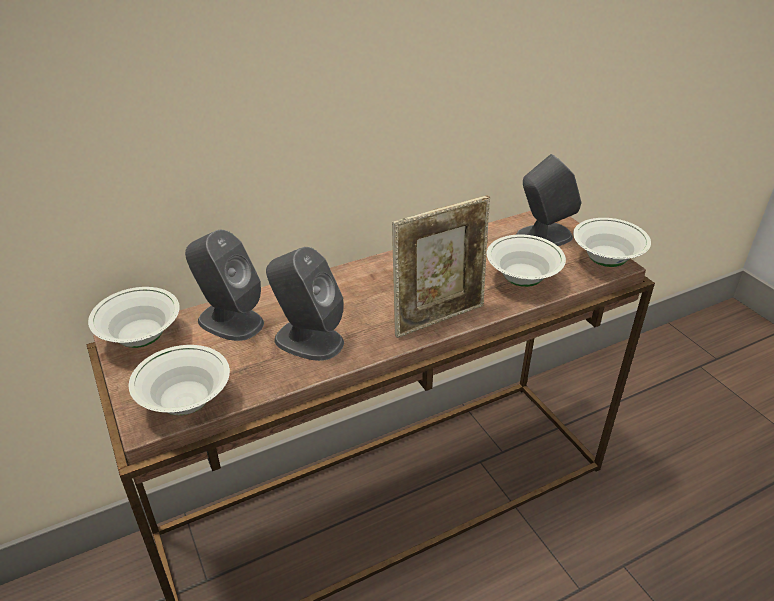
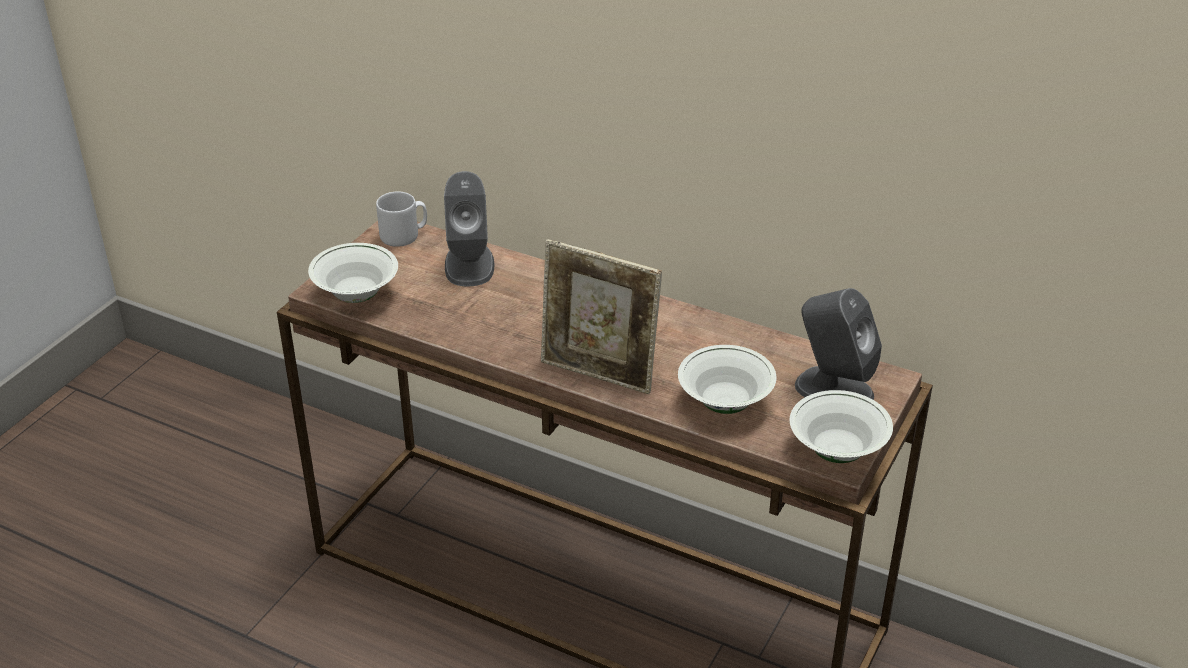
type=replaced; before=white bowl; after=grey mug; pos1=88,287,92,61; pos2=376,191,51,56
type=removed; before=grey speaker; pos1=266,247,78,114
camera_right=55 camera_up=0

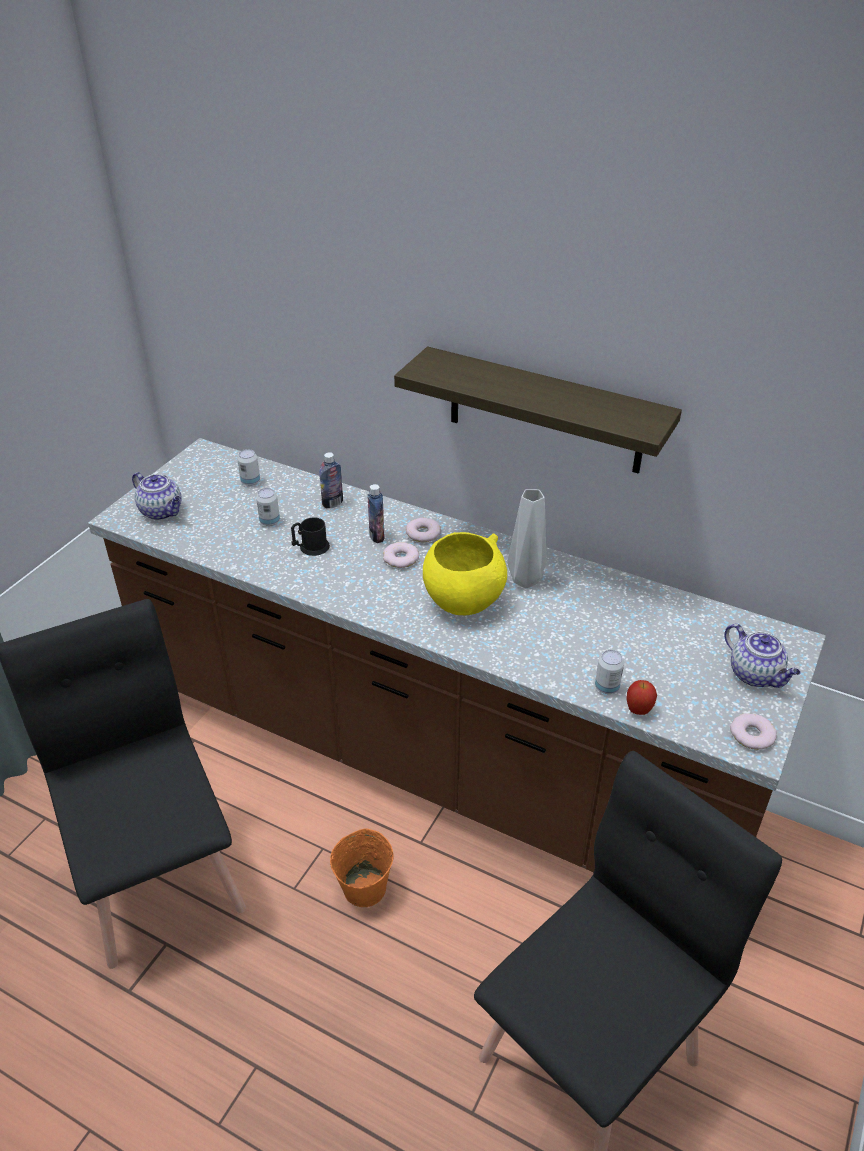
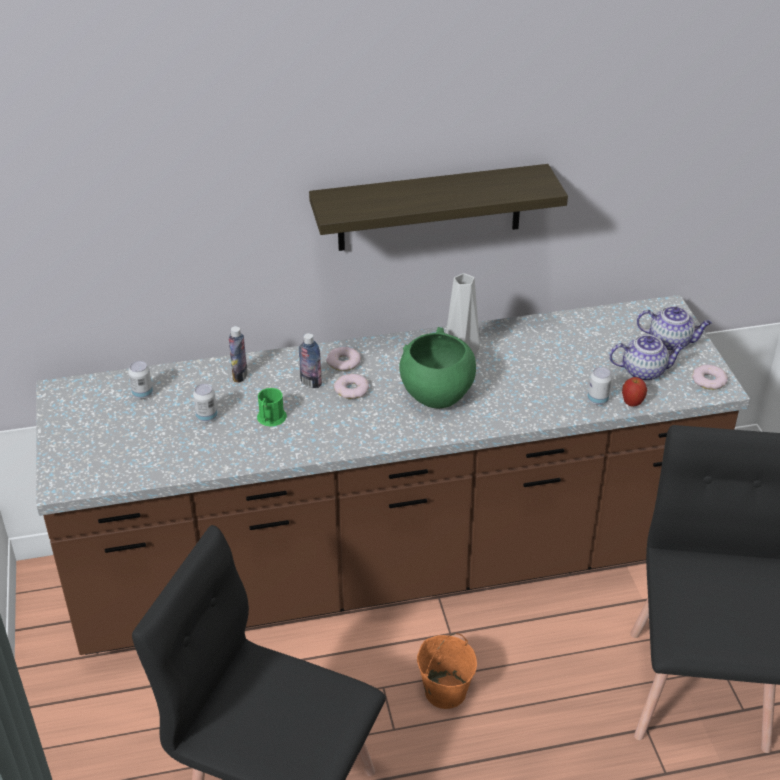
type=recoloured; before=black mug; after=green mug; pos1=291,517,39,39; pos2=257,388,30,39
type=recoloured; before=yellow bowl; after=green bowl; pos1=423,532,84,83; pos2=399,327,77,82
type=moved; before=teapot; pos1=132,472,49,48; pos2=609,335,76,46
camera_right=-40 camera_up=0

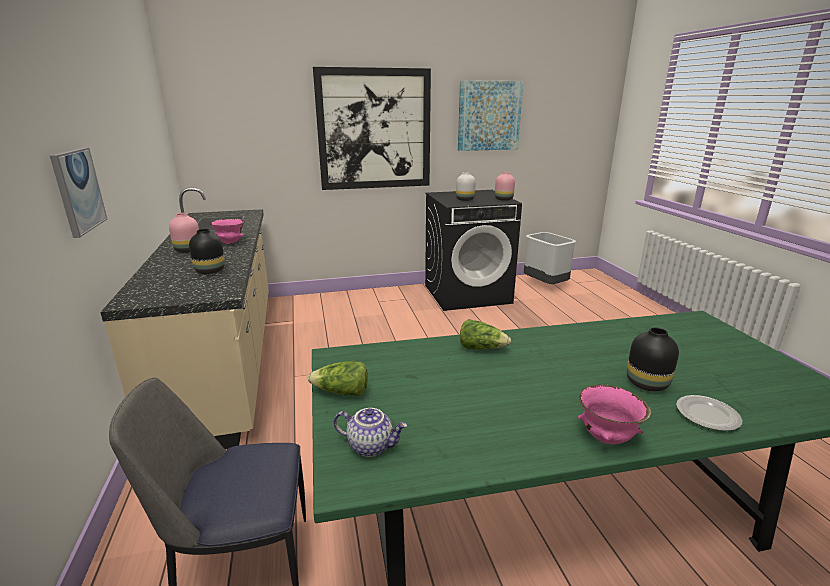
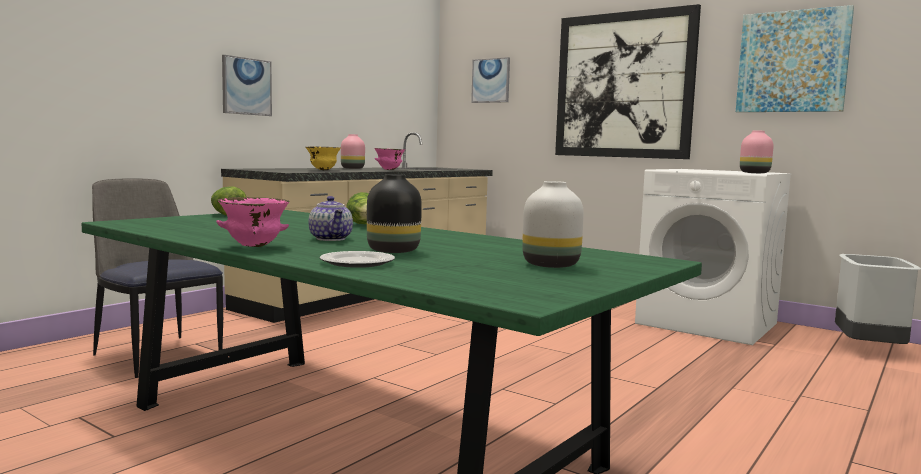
type=replaced; before=black vase; after=yellow bowl; pos1=189,229,36,45; pos2=305,146,36,24
type=moved; before=teapot; pos1=334,408,73,49; pos2=309,196,44,45
type=added; after=picture; pos2=471,57,39,46
type=moved; before=white vase; pos1=456,172,20,29; pos2=522,181,62,87
type=recoloured; before=black washing machine; after=white washing machine; pos1=425,190,97,121; pos2=635,169,157,176
camera_right=50 camera_up=-15

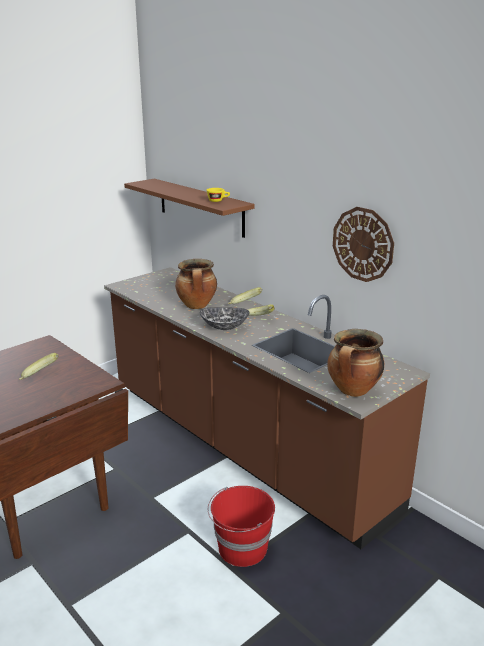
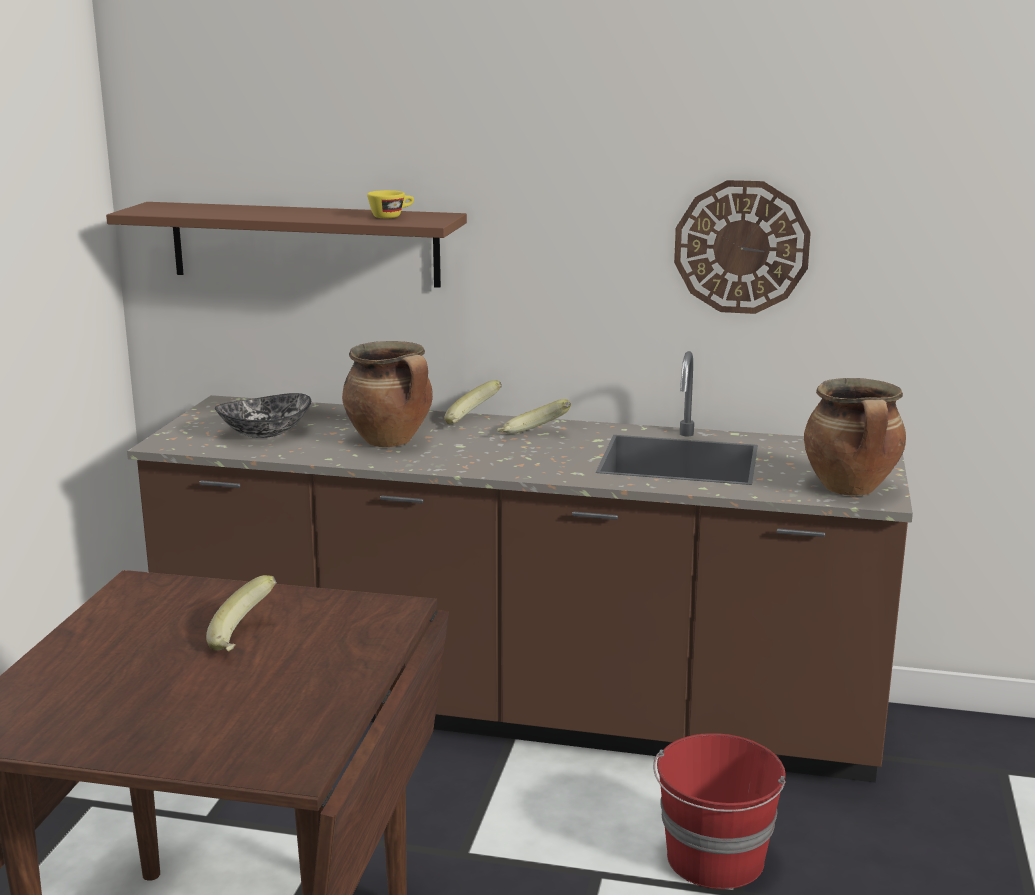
type=moved; before=bowl; pos1=200,307,49,23; pos2=215,393,96,45
camera_right=-35 camera_up=-5

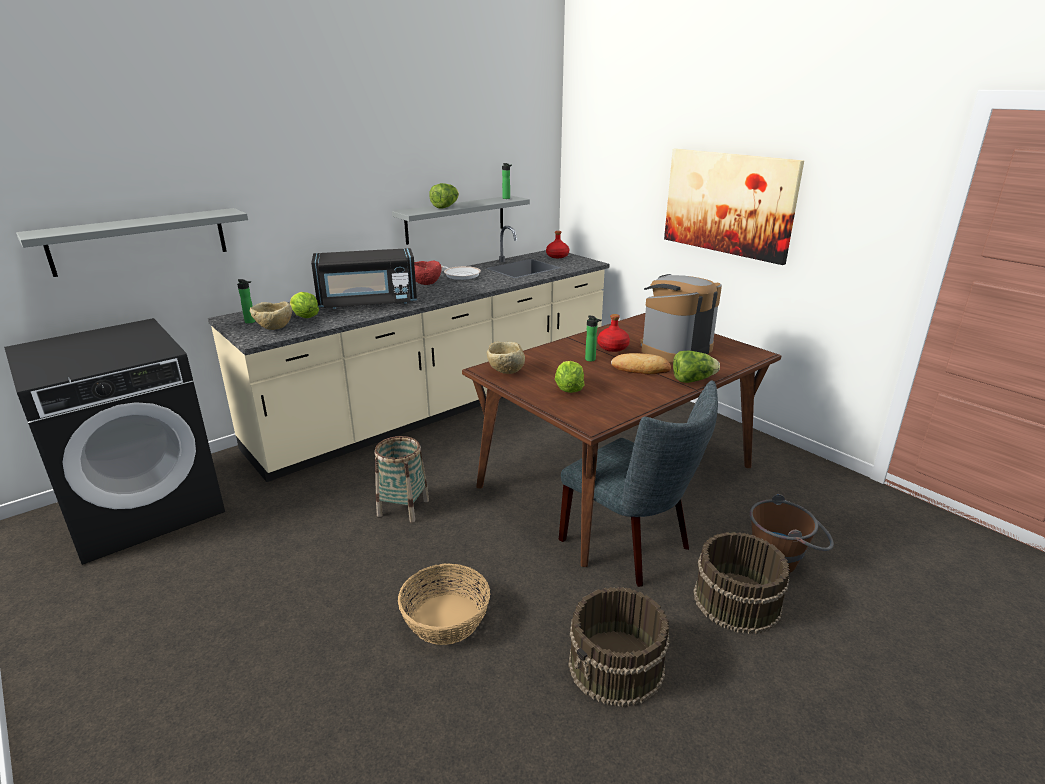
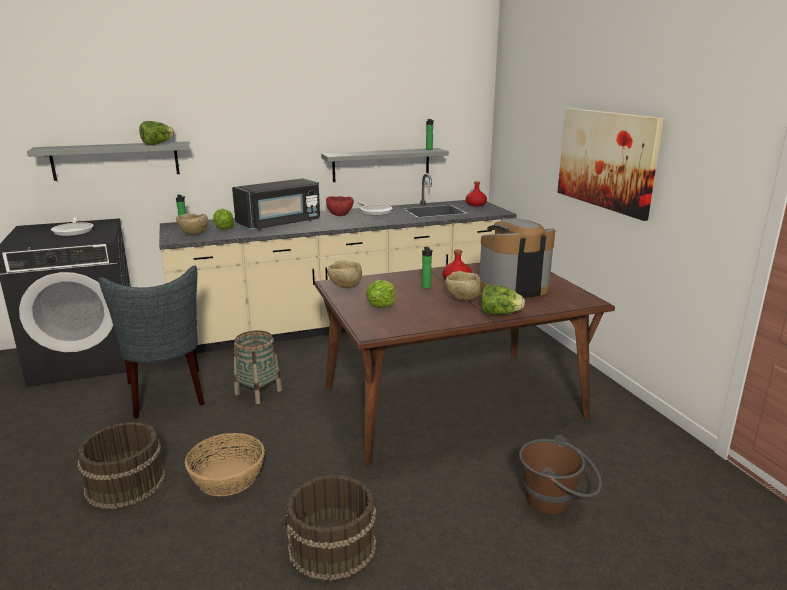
type=added; after=frying pan; pos2=51,217,42,19
type=moved; before=brown bucket; pos1=693,532,97,102; pos2=77,422,88,87
type=moved; before=grey chair; pos1=559,380,159,207; pos2=99,265,106,154
type=moved; before=lettuce; pos1=429,183,30,26; pos2=139,121,35,24
type=turned; before=black microwave; pos1=311,248,106,61; pos2=232,178,88,52; turn=-45
type=replaced; before=bread; after=beige bowl; pos1=611,353,60,21; pos2=445,271,36,30
camera_right=20 camera_up=-5

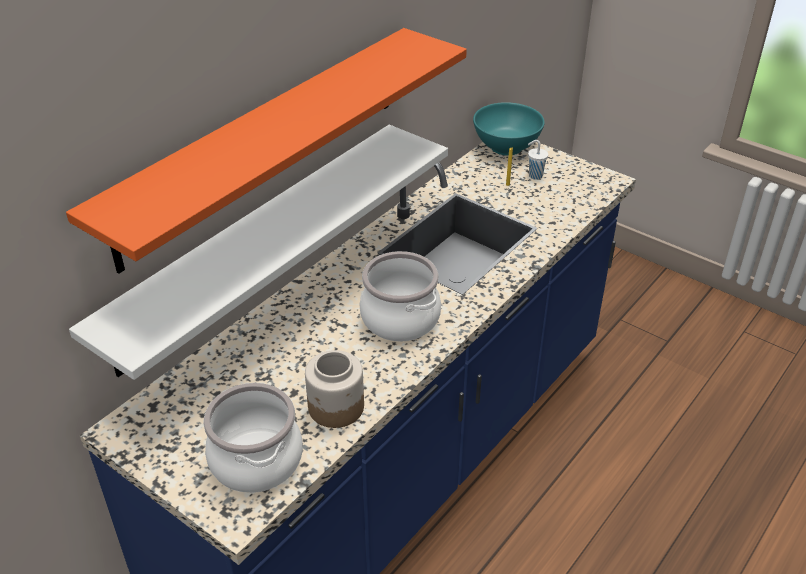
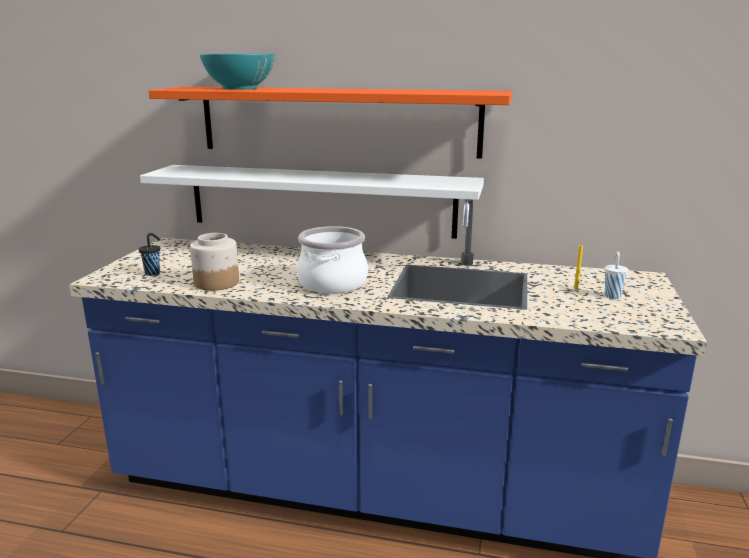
type=replaced; before=cooking pot; after=black cup; pos1=203,383,100,110; pos2=139,233,21,43
type=moved; before=turquoise bowl; pos1=473,102,72,54; pos2=200,54,75,36
camera_right=65 camera_up=-20

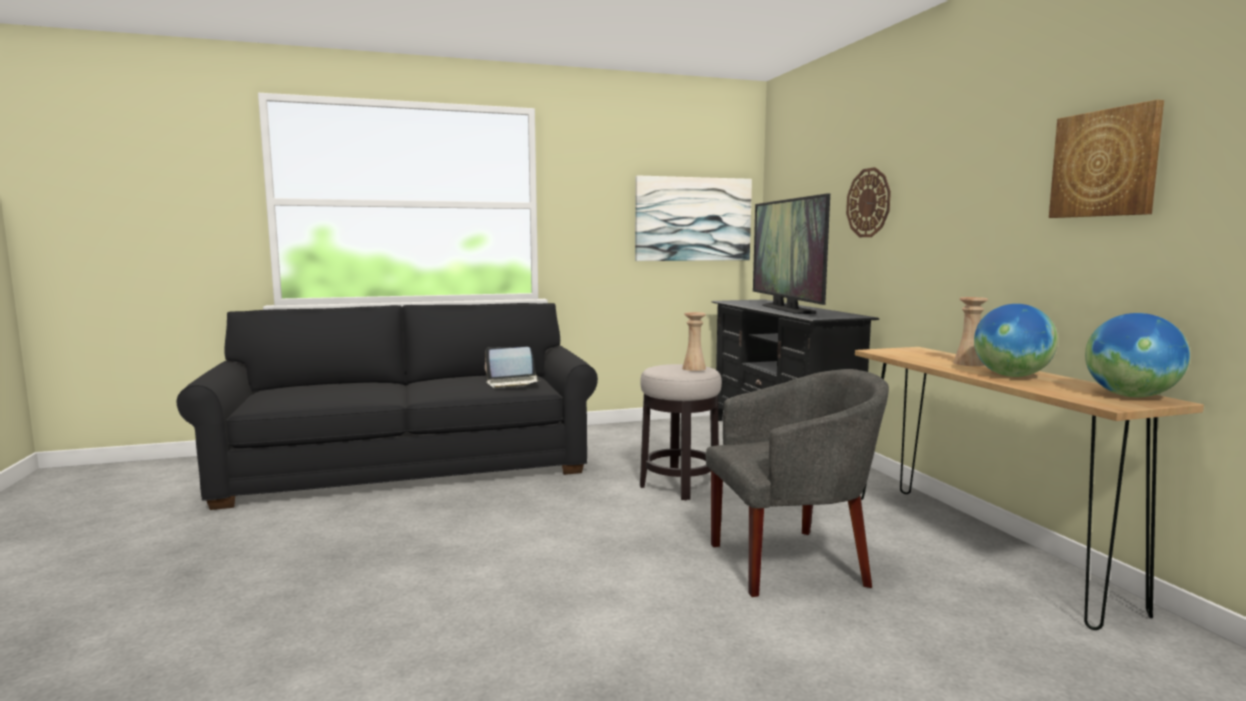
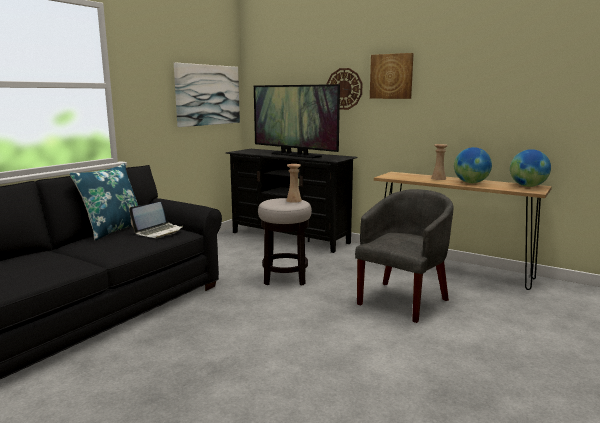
type=added; after=blue pillow; pos2=69,163,69,78
type=moved; before=picture; pos1=1049,100,115,118; pos2=370,53,44,46
camera_right=-40 camera_up=5

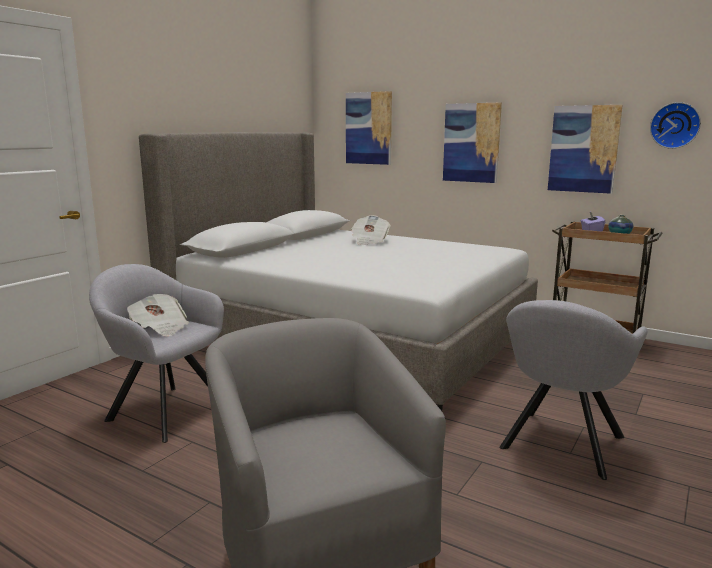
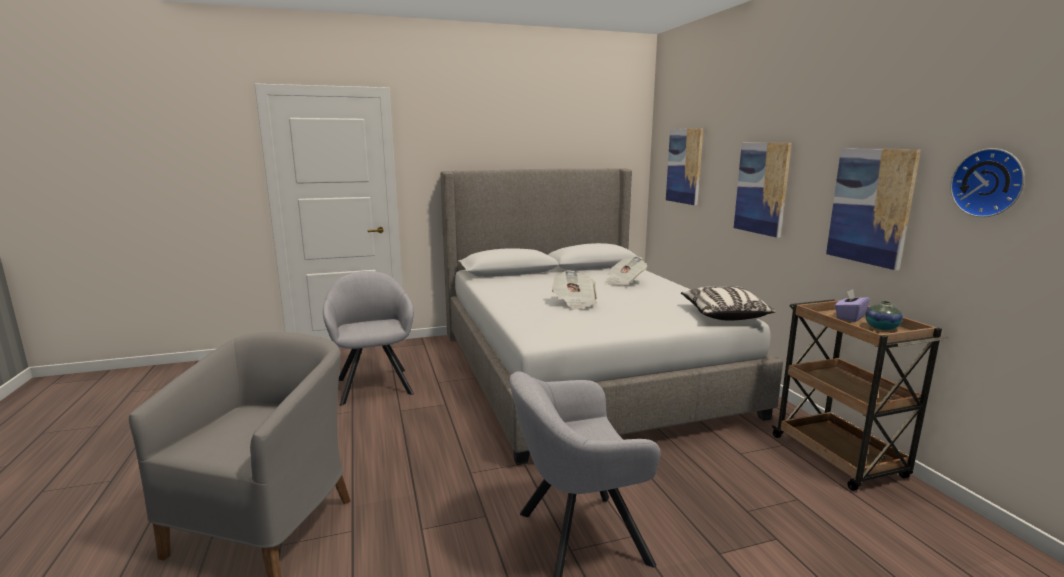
type=moved; before=newspaper; pos1=127,294,62,43; pos2=552,271,45,39
type=added; after=pillow; pos2=681,286,95,35
camera_right=40 camera_up=0

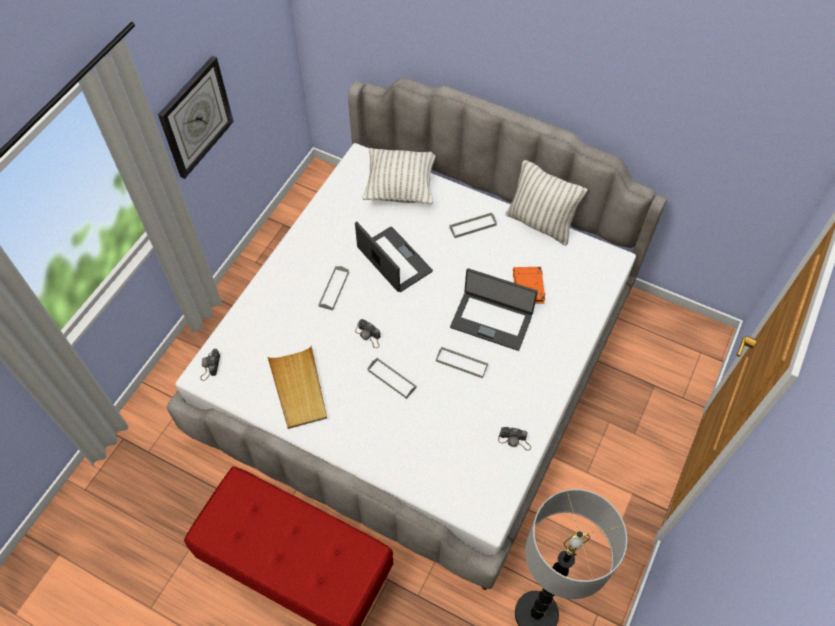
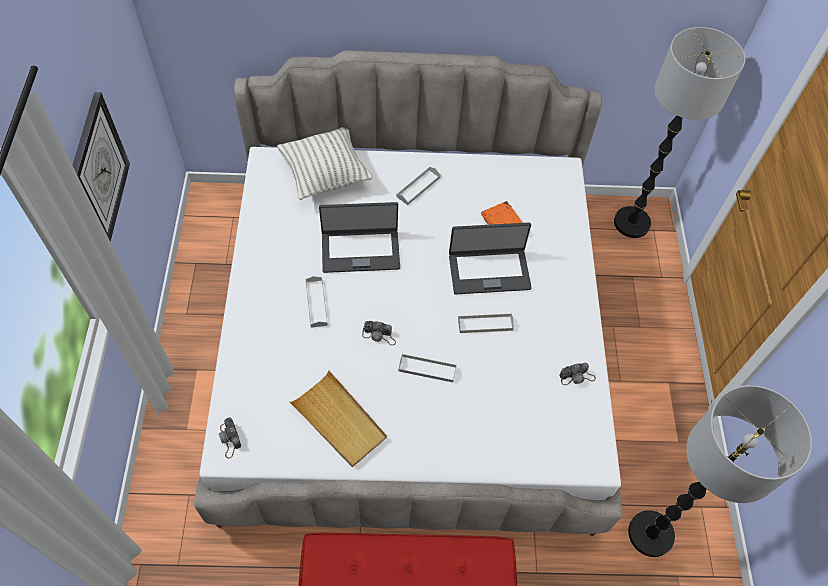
type=turned; before=laptop; pos1=355,221,78,71; pos2=319,202,81,71; turn=150
type=added; after=floor lamp; pos2=614,27,131,211
type=removed; before=pillow; pos1=506,160,81,86
camera_right=-30 camera_up=0

